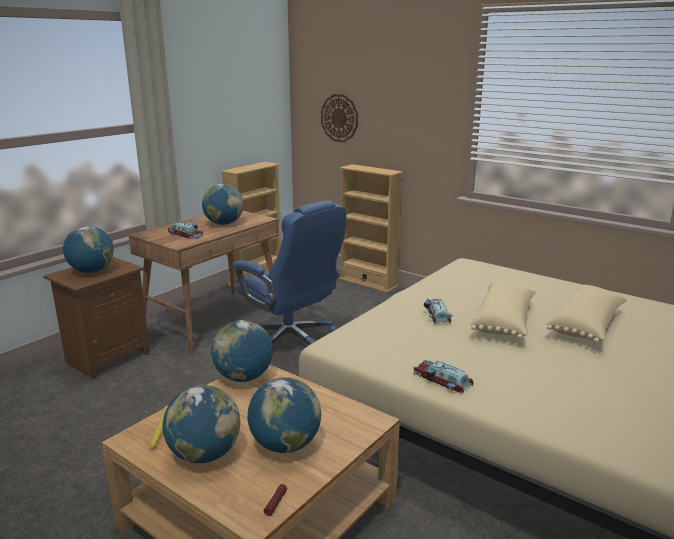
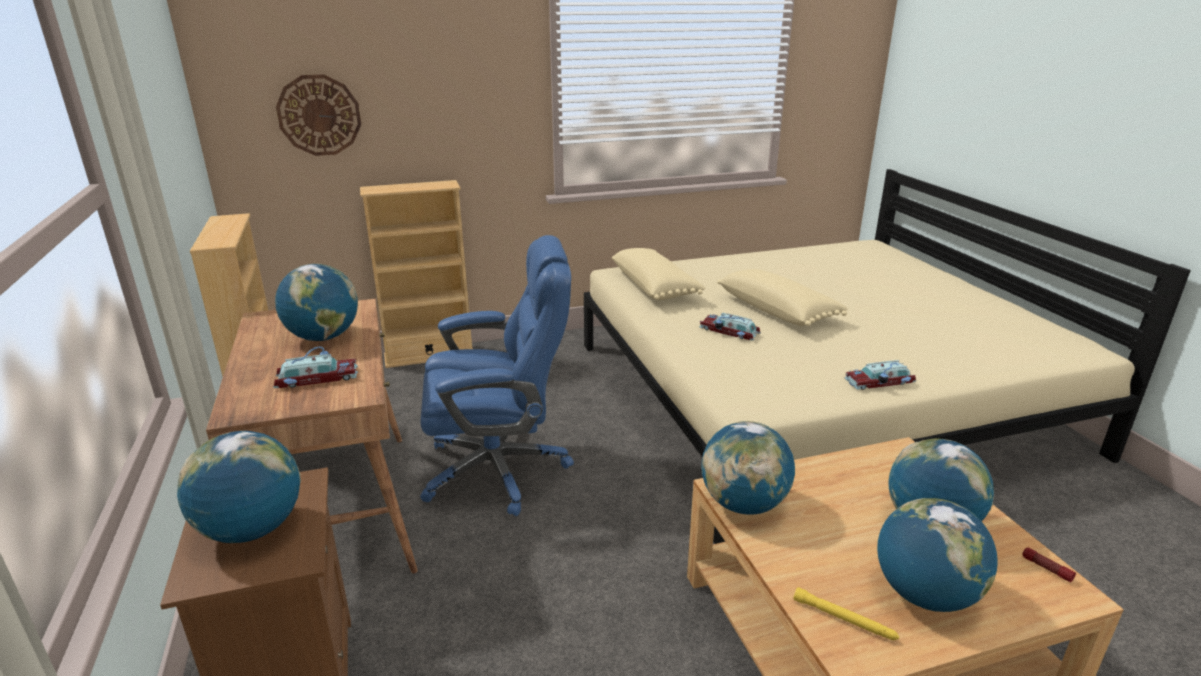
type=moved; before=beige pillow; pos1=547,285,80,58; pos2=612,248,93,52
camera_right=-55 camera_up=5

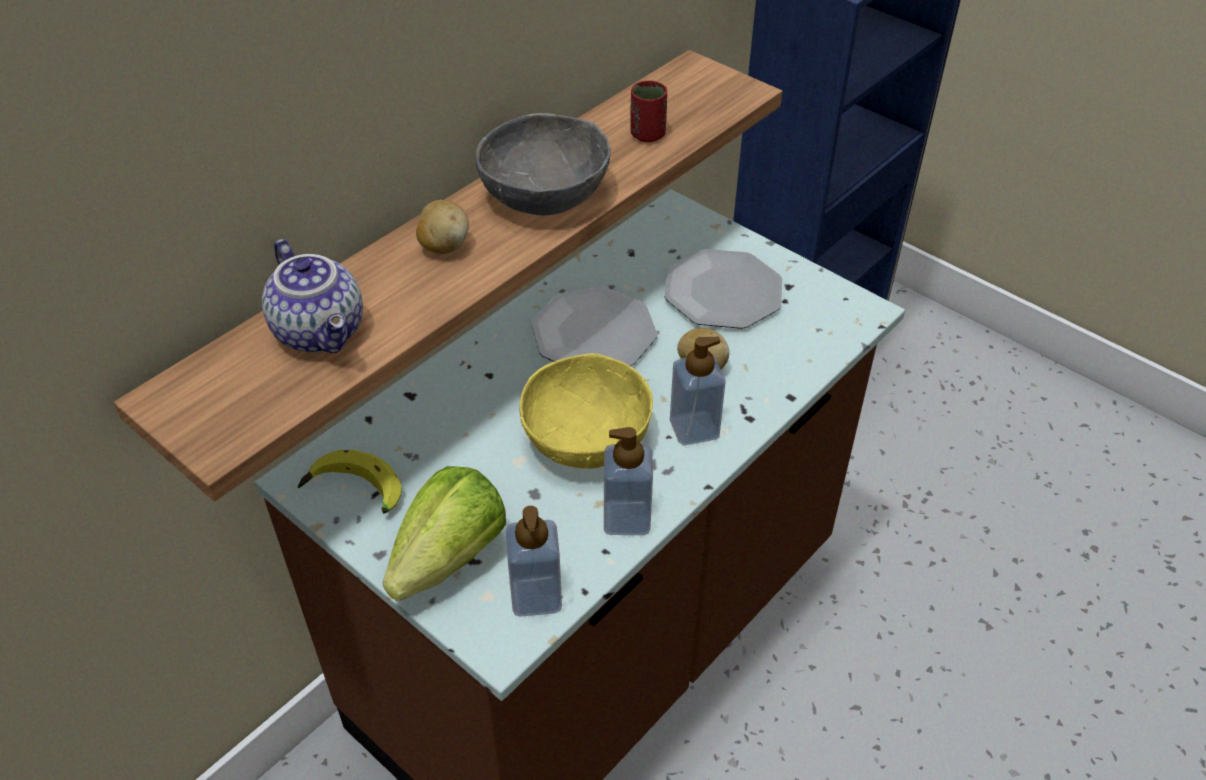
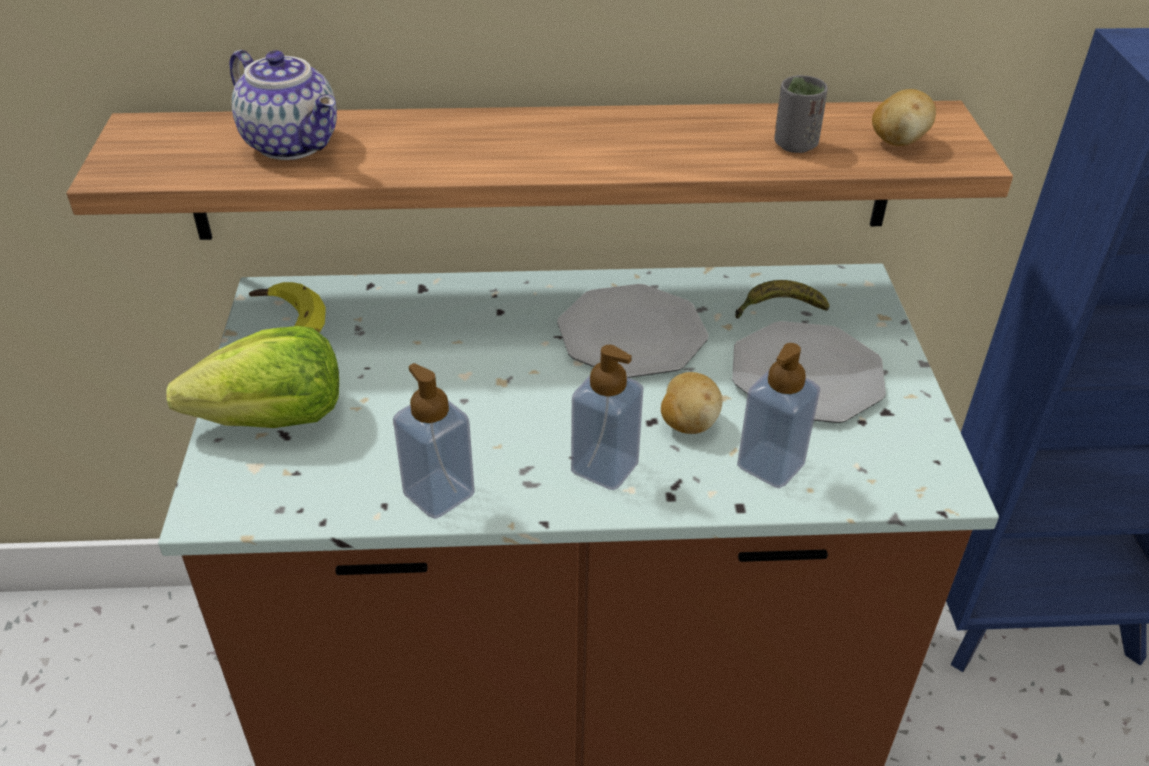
type=turned; before=teapot; pos1=262,239,101,114; pos2=229,50,108,110; turn=-60
type=added; after=banana; pos2=735,280,94,39
type=moved; before=soap dispenser; pos1=506,506,56,111; pos2=737,343,83,145
type=recoloured; before=red cup; after=grey cup; pos1=630,80,37,62; pos2=774,75,54,78
type=moved; before=potato; pos1=416,200,53,54; pos2=872,89,64,57
type=removed; before=grey bowl; pos1=475,113,135,102
type=removed; before=yellow bowl; pos1=520,353,133,116
camera_right=45 camera_up=-5

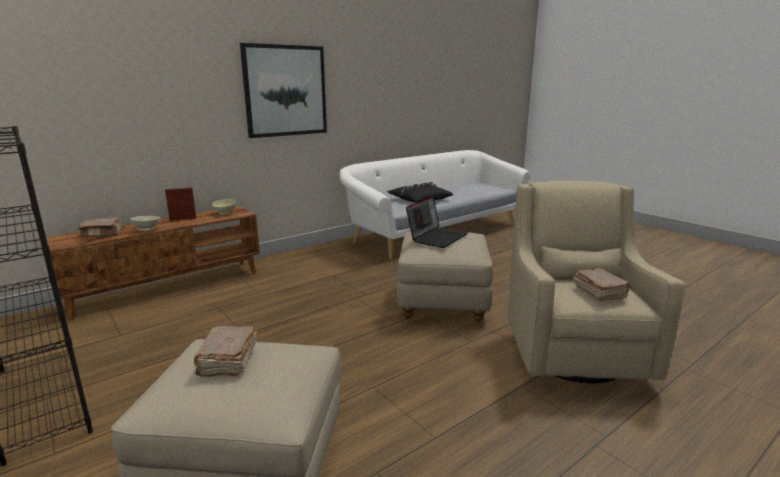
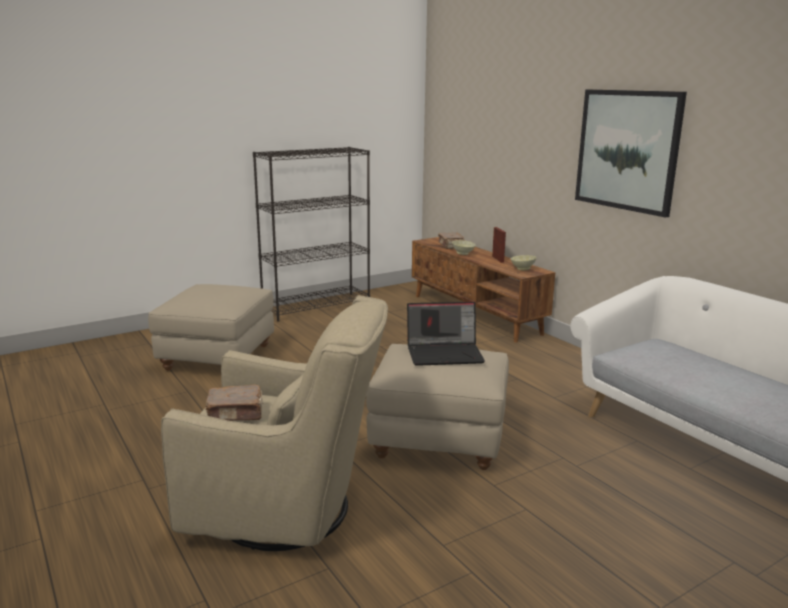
type=turned; before=laptop; pos1=406,197,62,51; pos2=407,302,78,64; turn=-45
type=removed; before=brown book; pos1=194,326,63,51
type=removed; before=black pillow; pos1=387,182,66,21
camera_right=95 camera_up=0

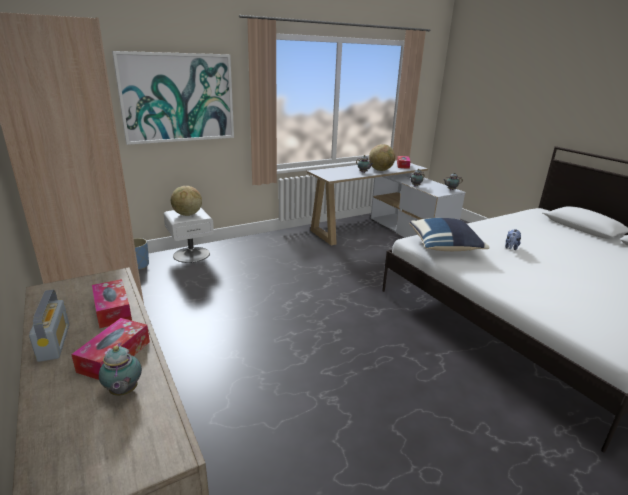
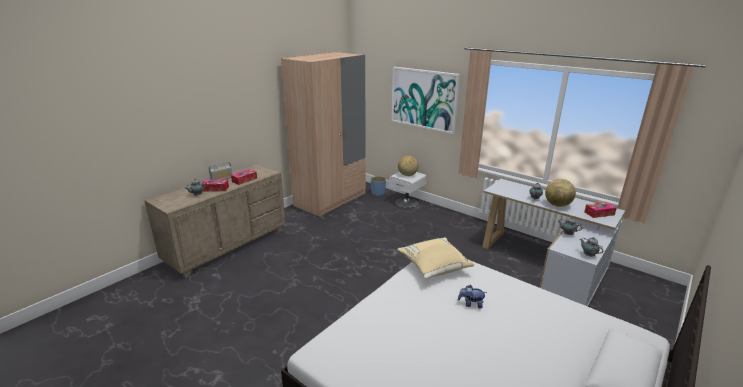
type=recoloured; before=blue pillow; after=beige pillow; pos1=409,218,81,33; pos2=397,237,78,42
camera_right=70 camera_up=0

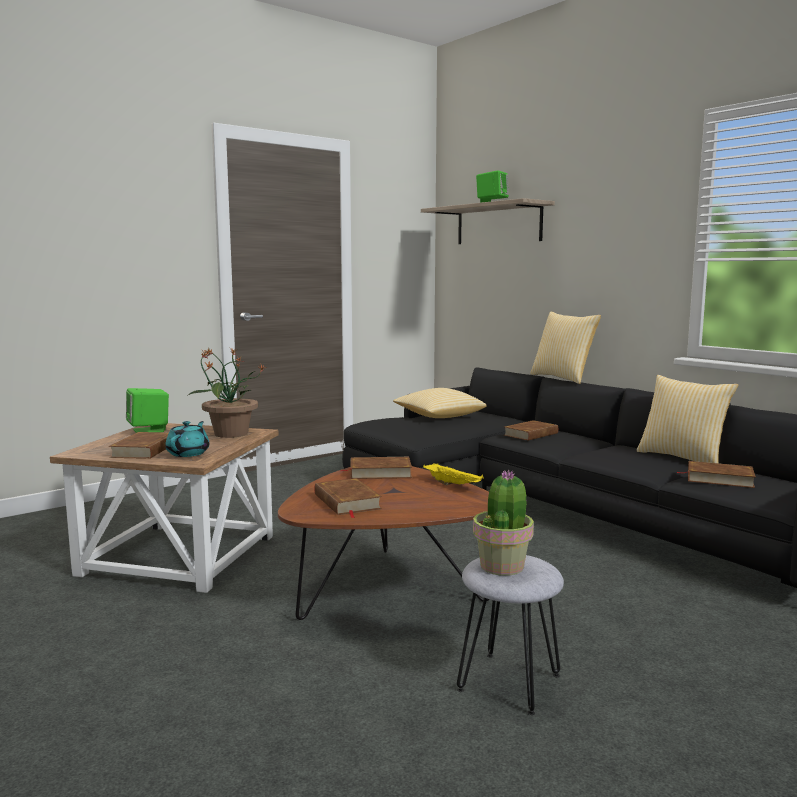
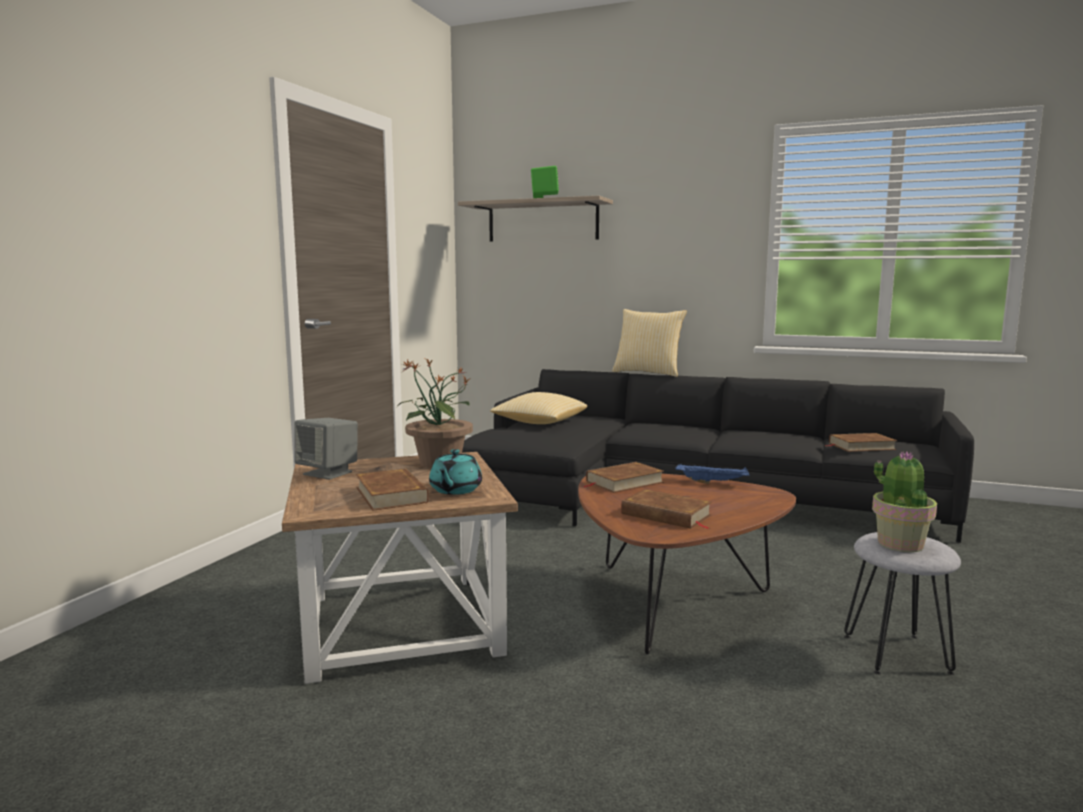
type=recoloured; before=green speaker; after=grey speaker; pos1=126,388,43,45; pos2=294,418,64,62
type=turned; before=turquoise teapot; pos1=165,421,44,36; pos2=429,449,53,46; turn=-150
type=recoloured; before=yellow tray; after=blue tray; pos1=423,463,61,22; pos2=676,463,73,21
type=removed; before=brown book; pos1=504,420,54,21
type=removed; before=pillow; pos1=637,375,101,88
camera_right=-30 camera_up=0

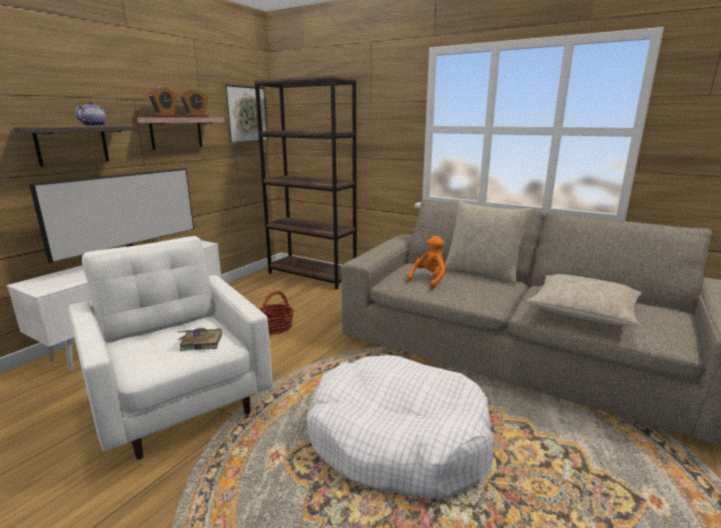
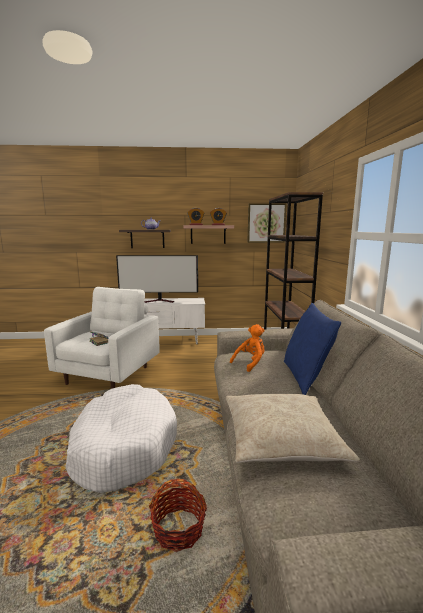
type=moved; before=basket; pos1=259,291,35,43; pos2=149,479,58,73
type=turned; before=orange plush toy; pos1=407,236,38,53; pos2=230,324,35,48; turn=-45
type=recoloured; before=beige pillow; after=blue pillow; pos1=444,201,88,83; pos2=284,303,57,92
camera_right=55 camera_up=-5

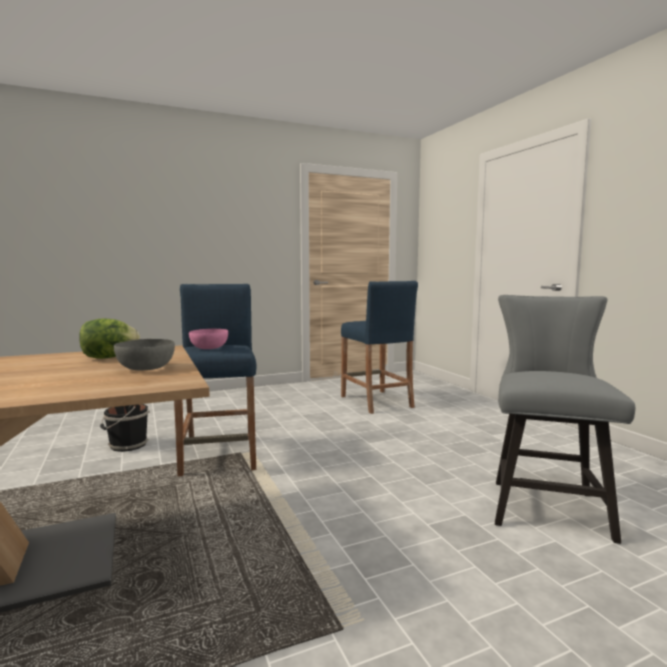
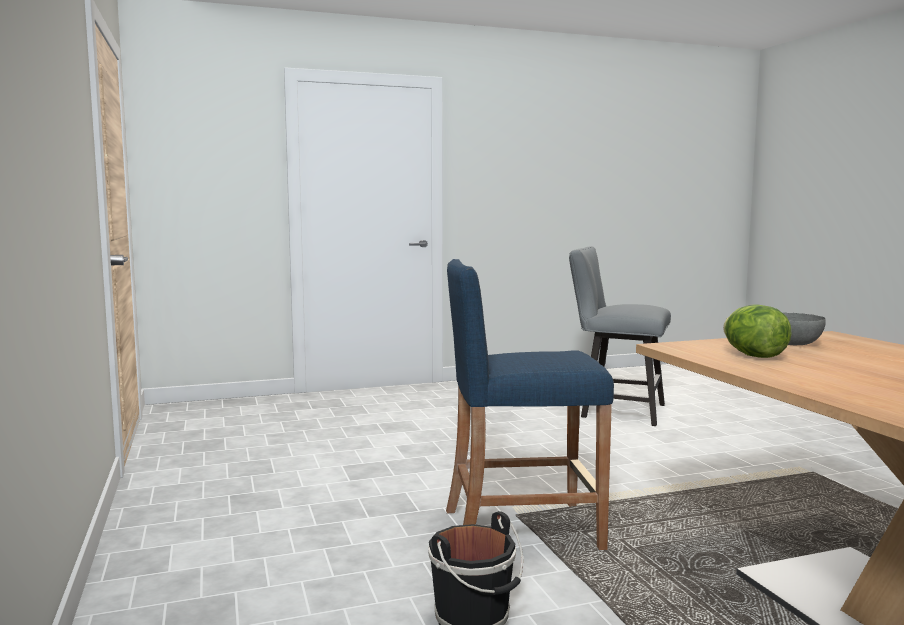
type=removed; before=pink bowl; pos1=189,329,39,20
type=removed; before=blue stool; pos1=341,281,77,133
camera_right=-85 camera_up=0

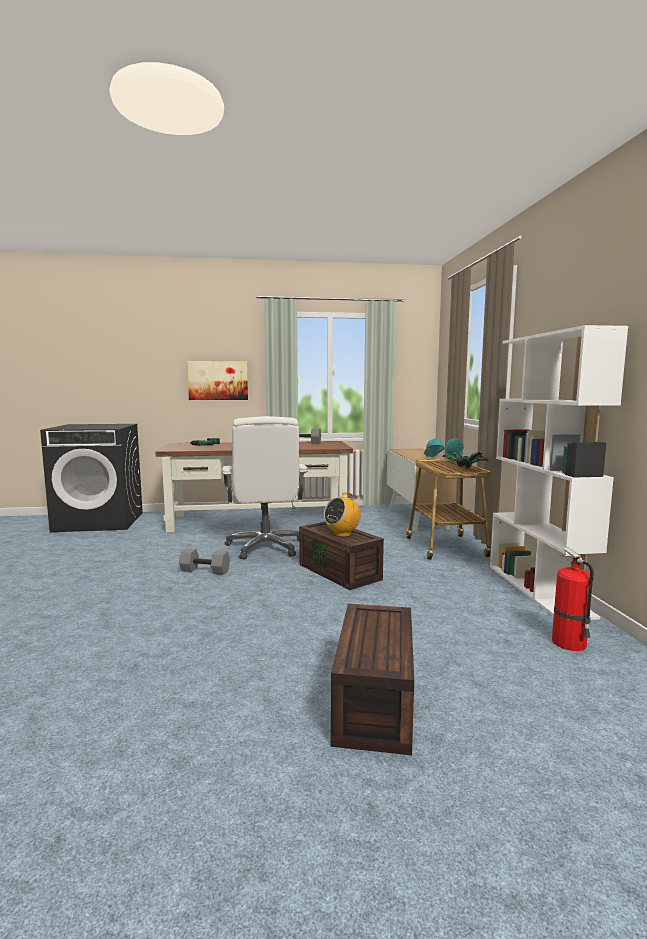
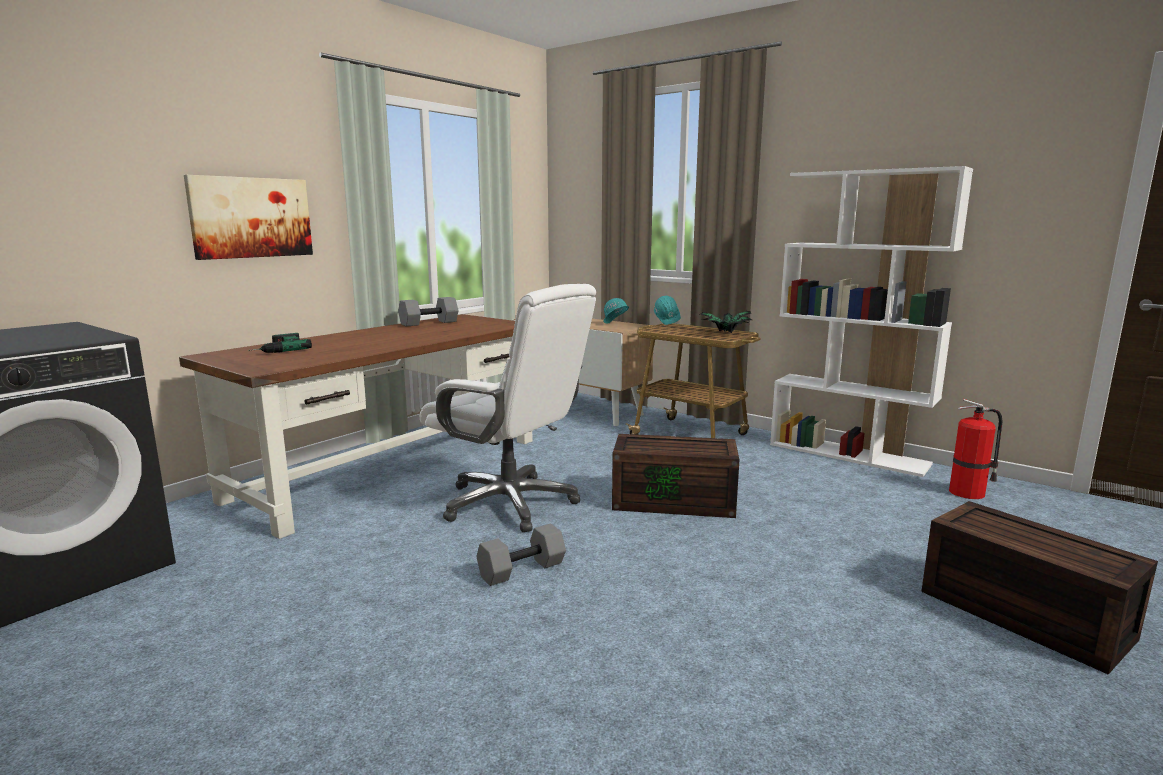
type=removed; before=radio; pos1=324,492,37,45
camera_right=-45 camera_up=5

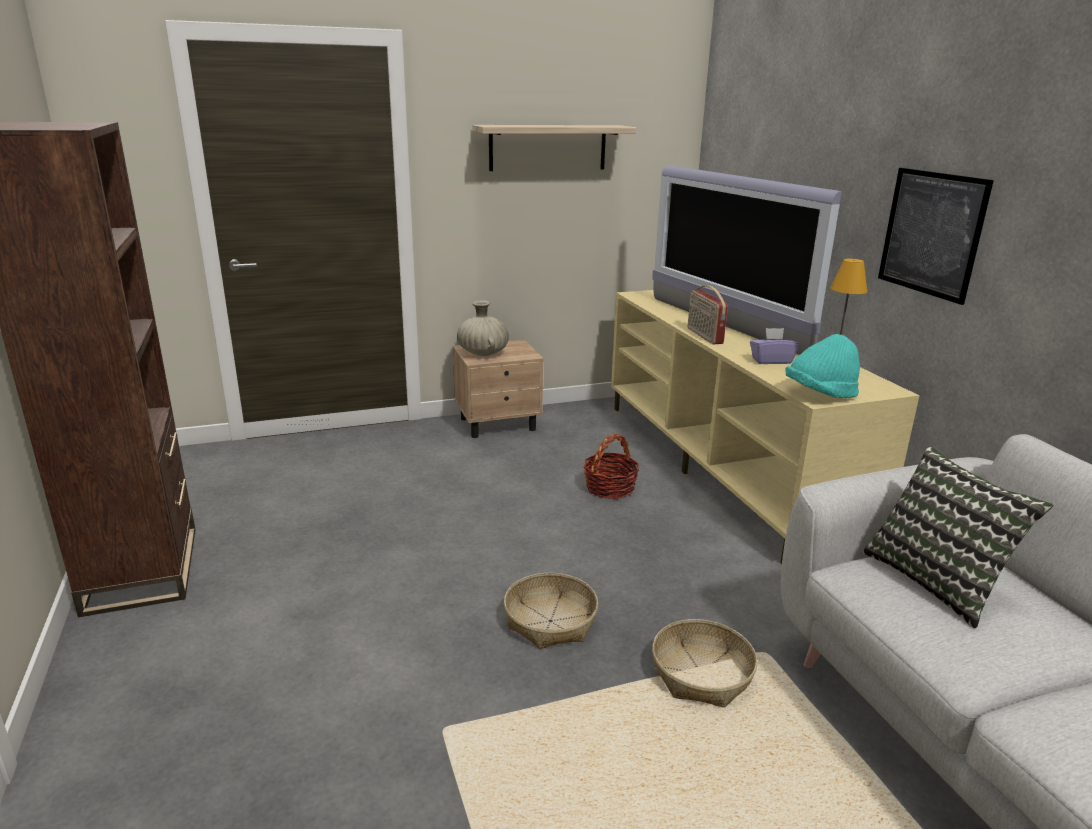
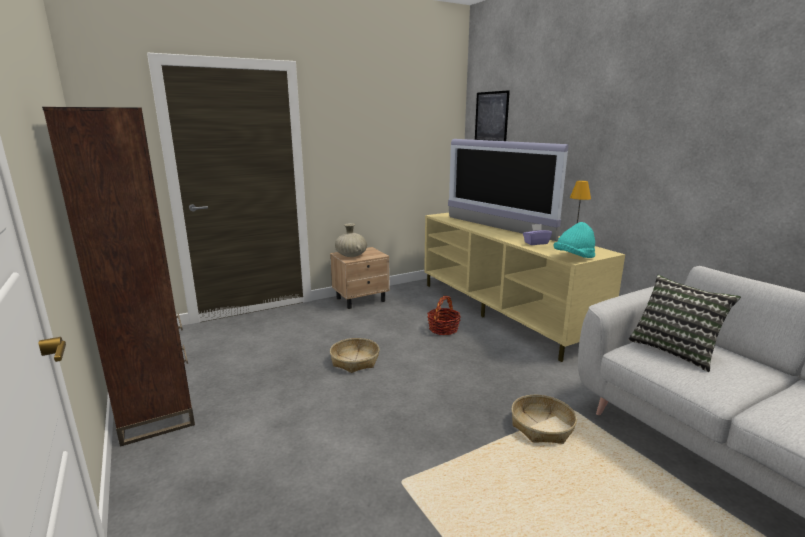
type=moved; before=basket; pos1=504,573,94,76; pos2=330,338,50,35
type=moved; before=picture; pos1=878,168,116,137; pos2=475,90,35,51
type=removed; before=shelf; pos1=473,125,163,46
type=removed; before=radio; pos1=688,286,40,58
camera_right=-10 camera_up=-5

